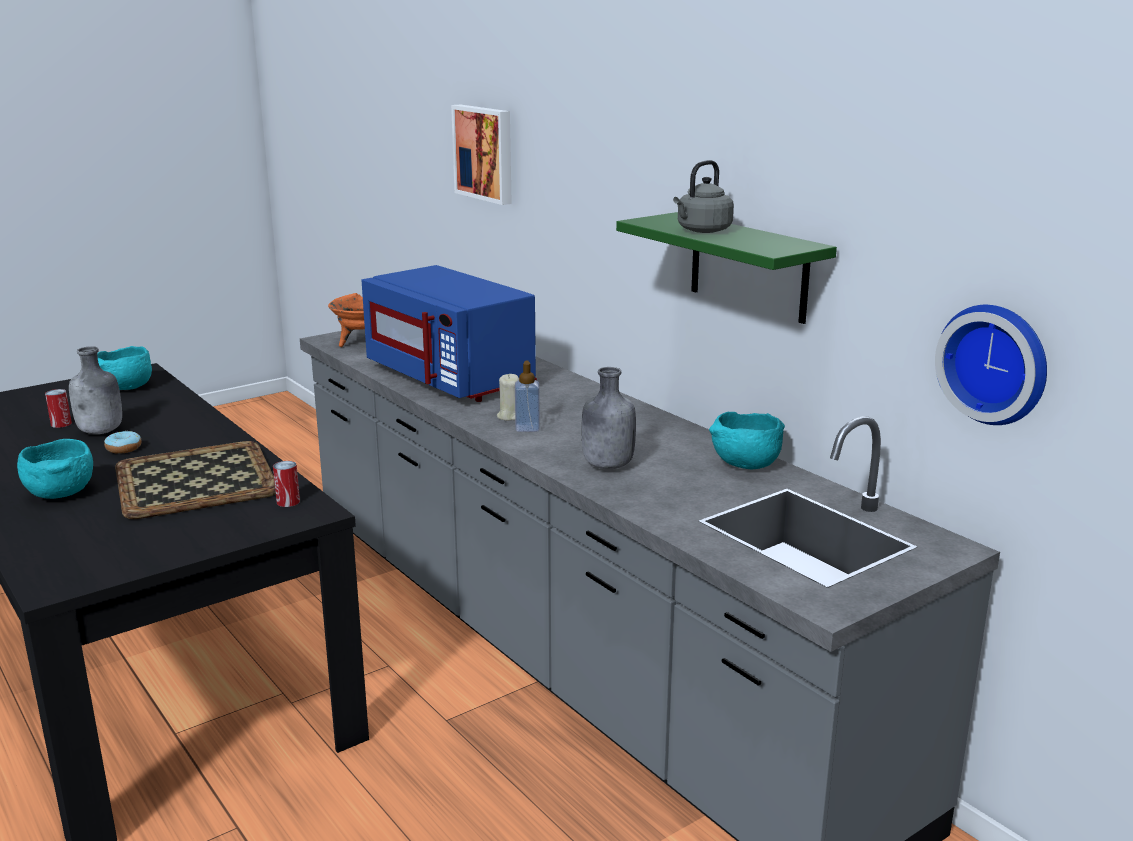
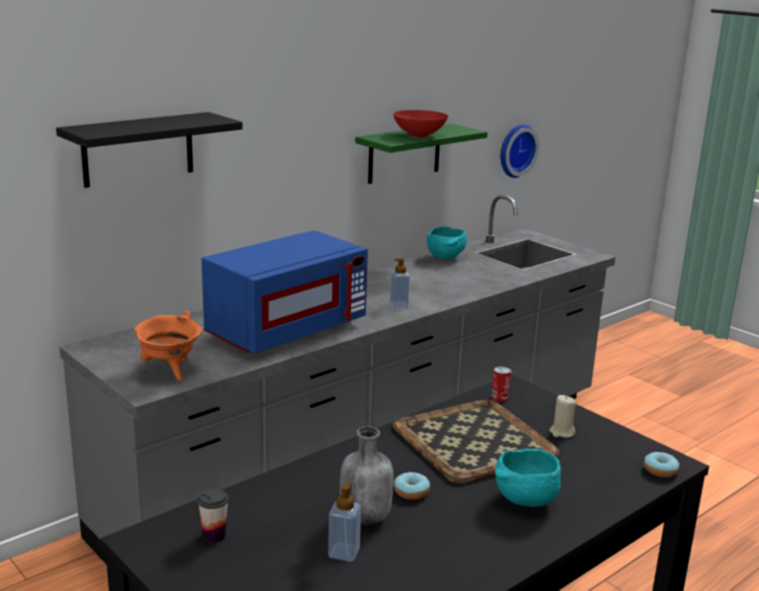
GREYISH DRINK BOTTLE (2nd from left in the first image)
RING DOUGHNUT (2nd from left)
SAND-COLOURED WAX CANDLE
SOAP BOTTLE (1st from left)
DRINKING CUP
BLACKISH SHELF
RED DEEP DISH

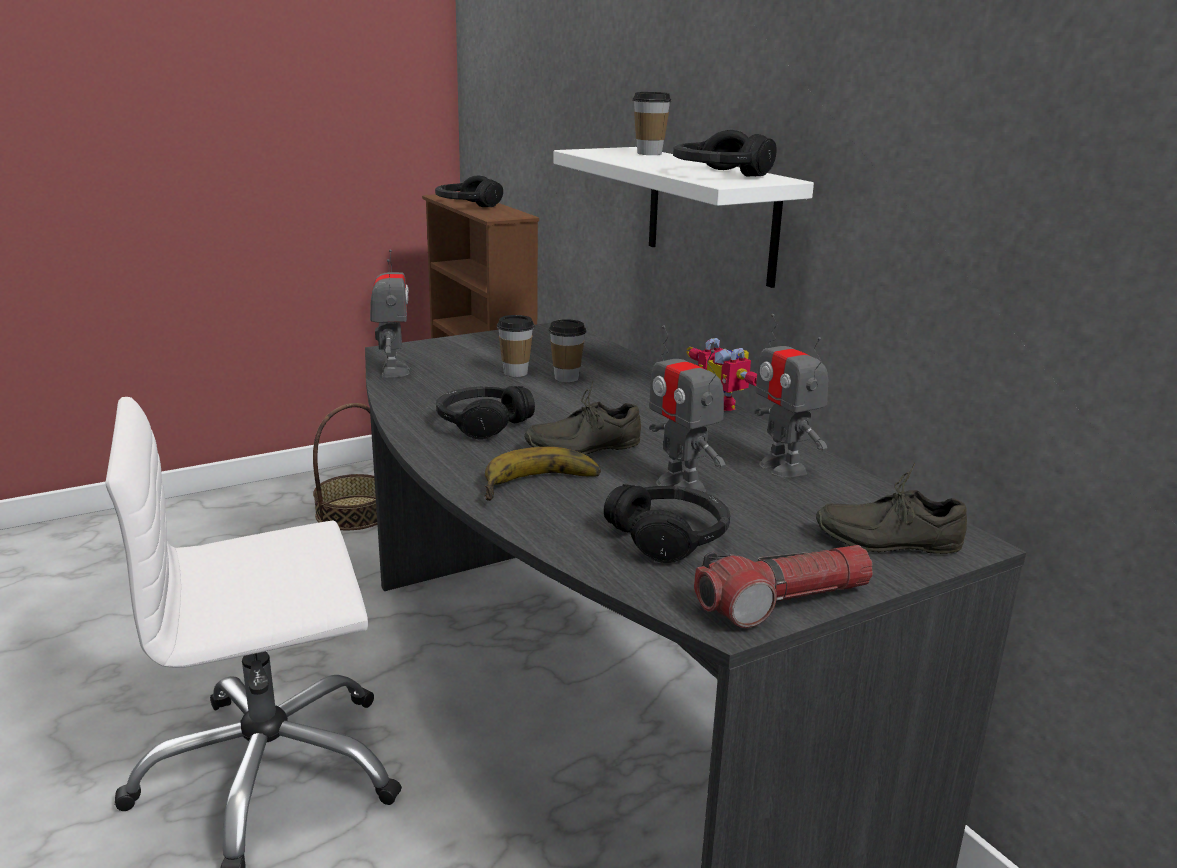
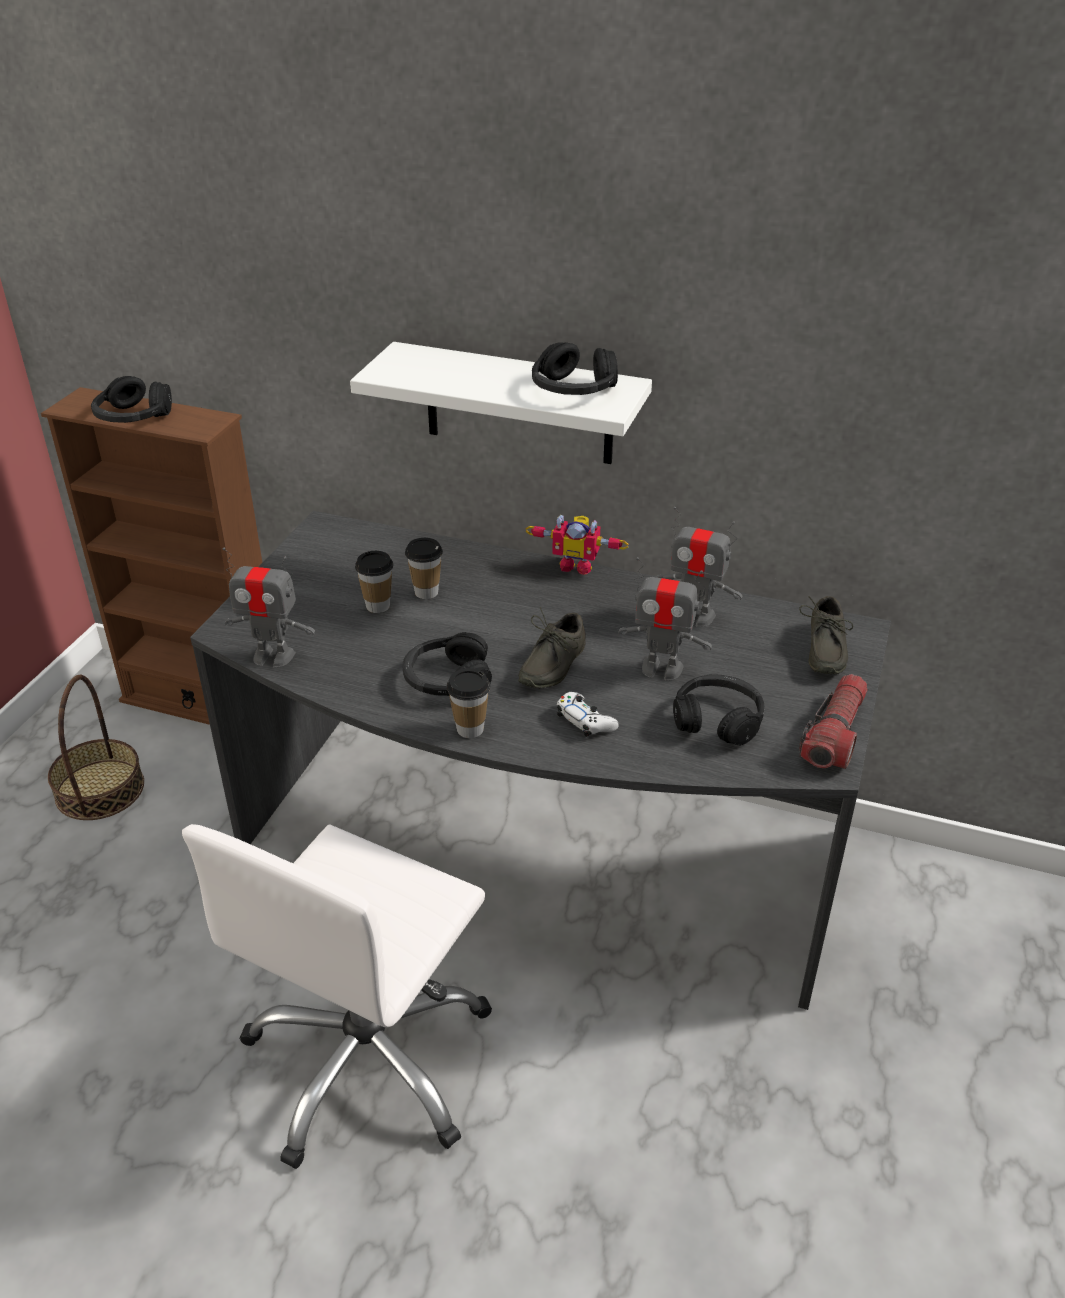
DRINKING CUP (3rd from left)
WHITISH GAME CONTROLLER
TOY ROBOT (1st from left)
GREYISH ITEM OF FOOTWEAR (2nd from left)

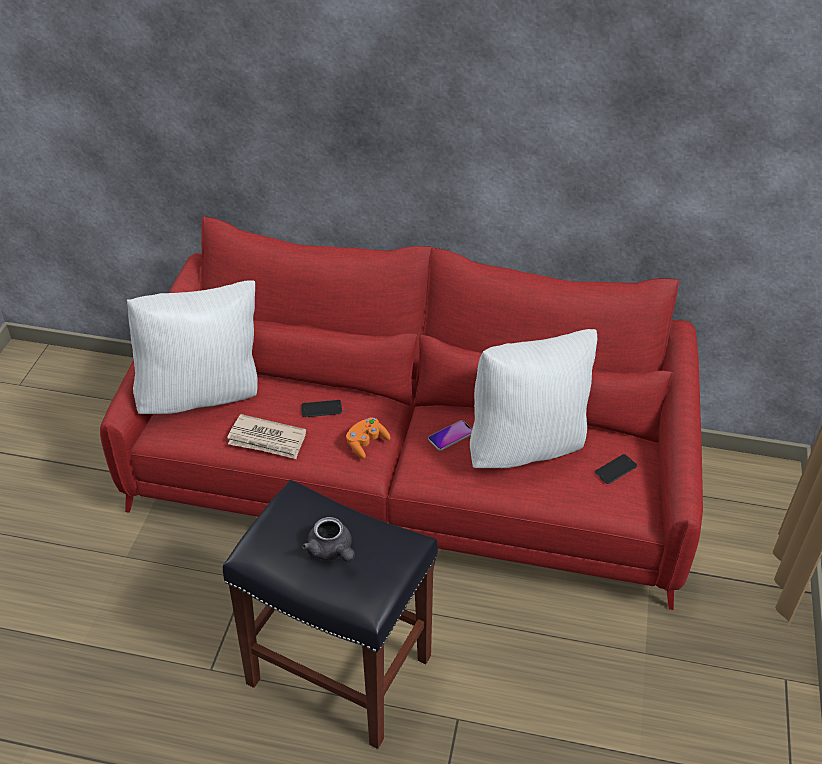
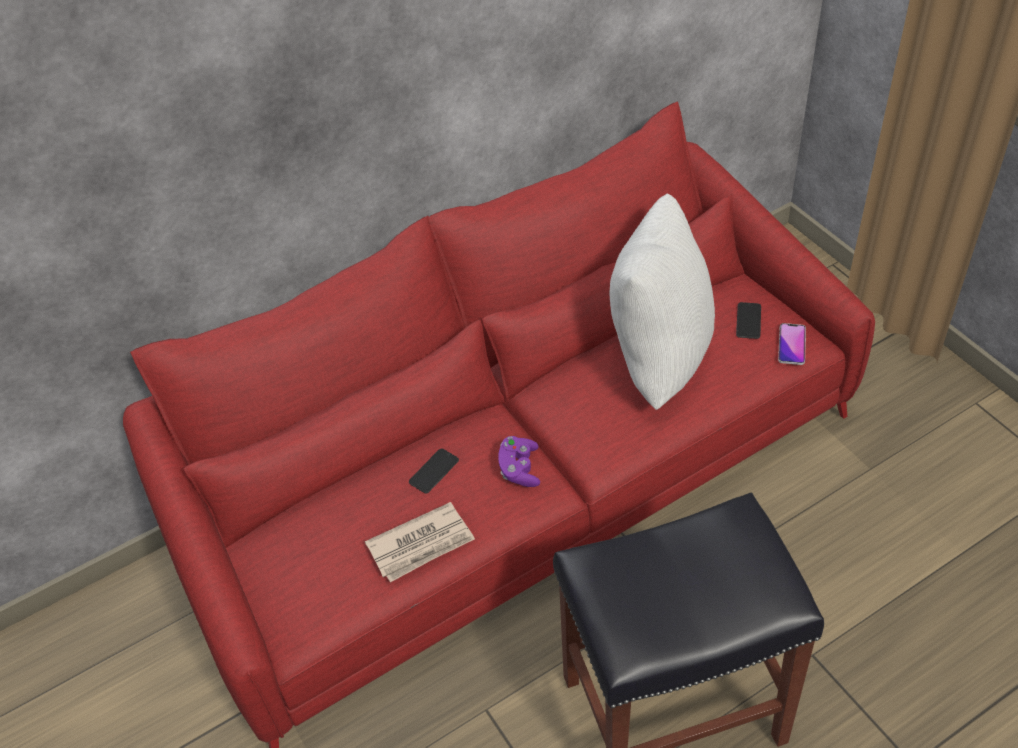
WHITISH CUSHION (1st from left in the first image)
GREYISH POT FOR TEA
HANDSET (3rd from left)
PURPLISH GAME CONTROLLER

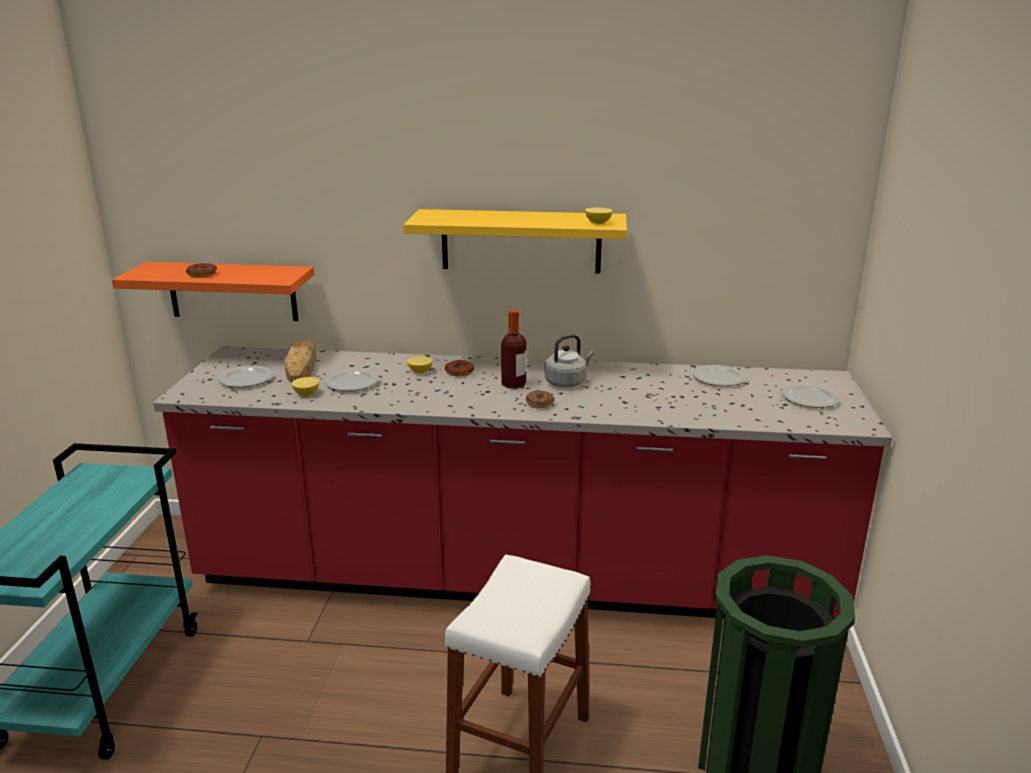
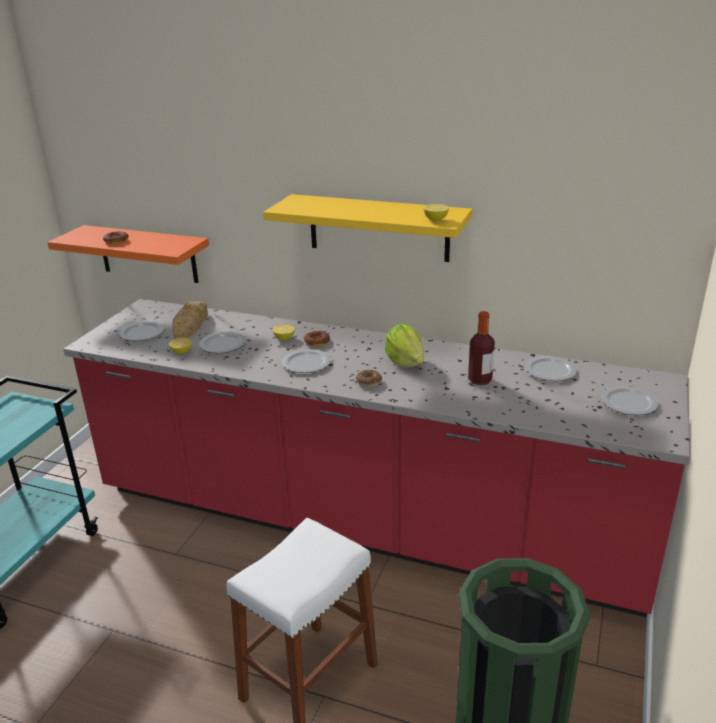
PLATE (3rd from left)
DRINK BOTTLE
HEAD OF LETTUCE

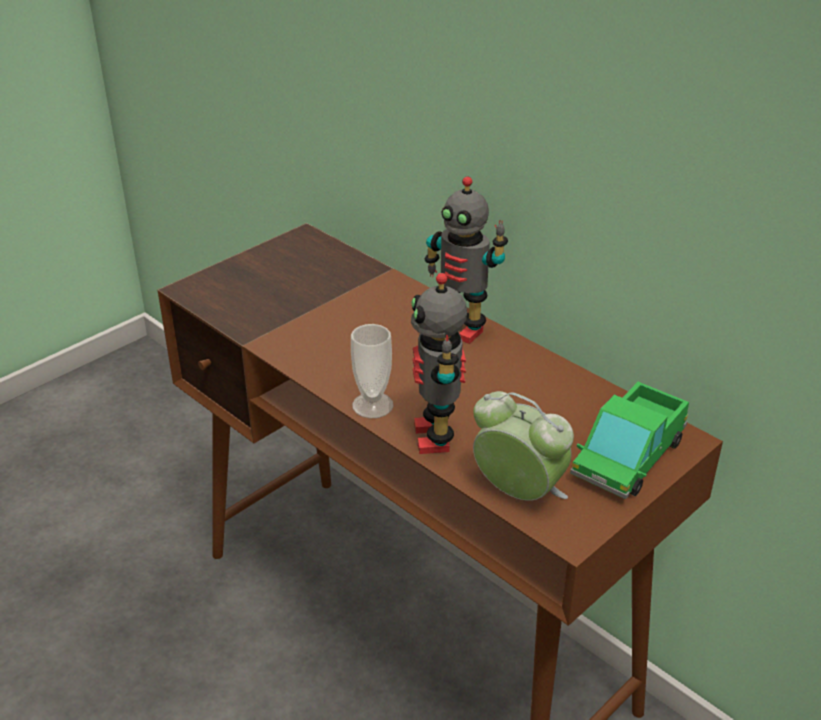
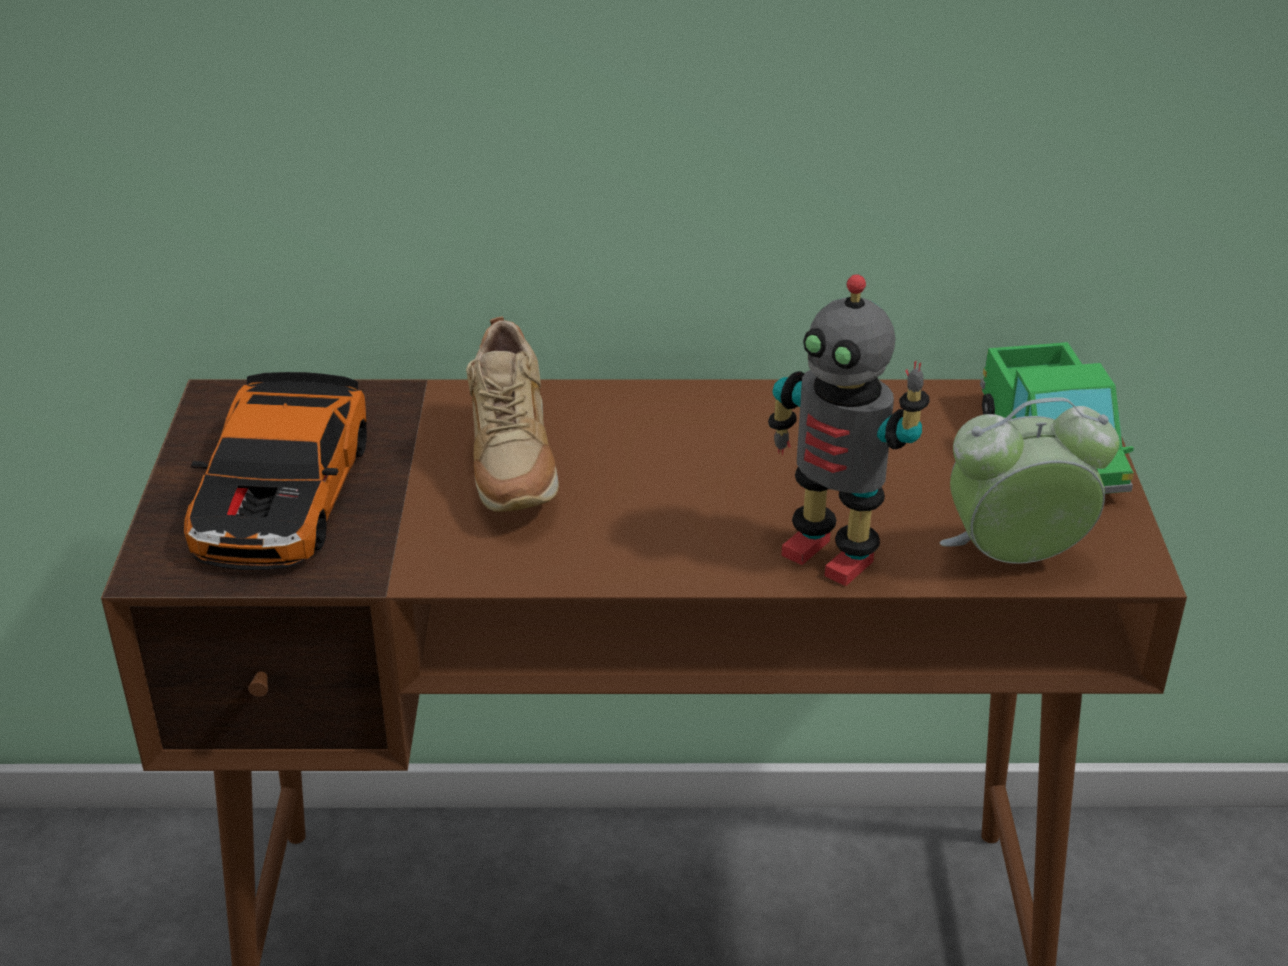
DRINKING CUP
TOY ROBOT (2nd from left in the first image)
MODEL CAR
SAND-COLOURED ITEM OF FOOTWEAR

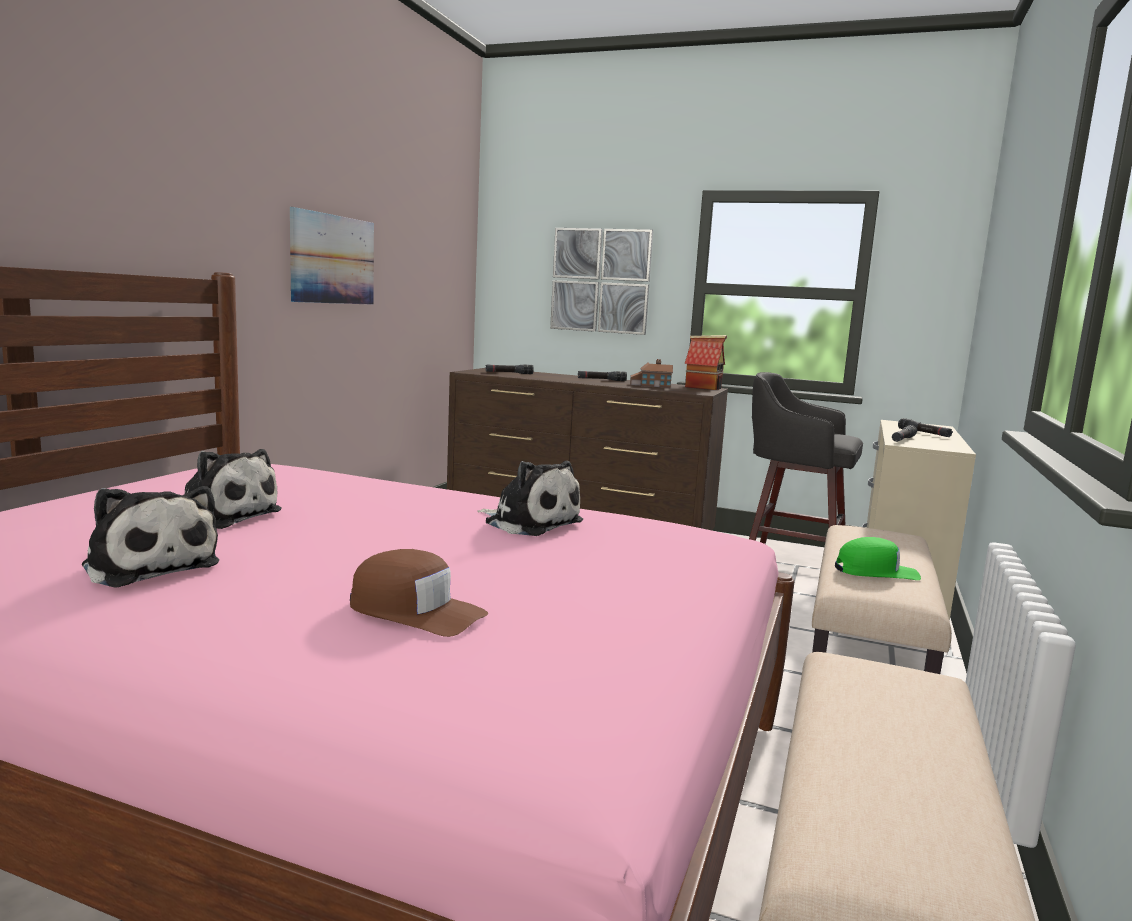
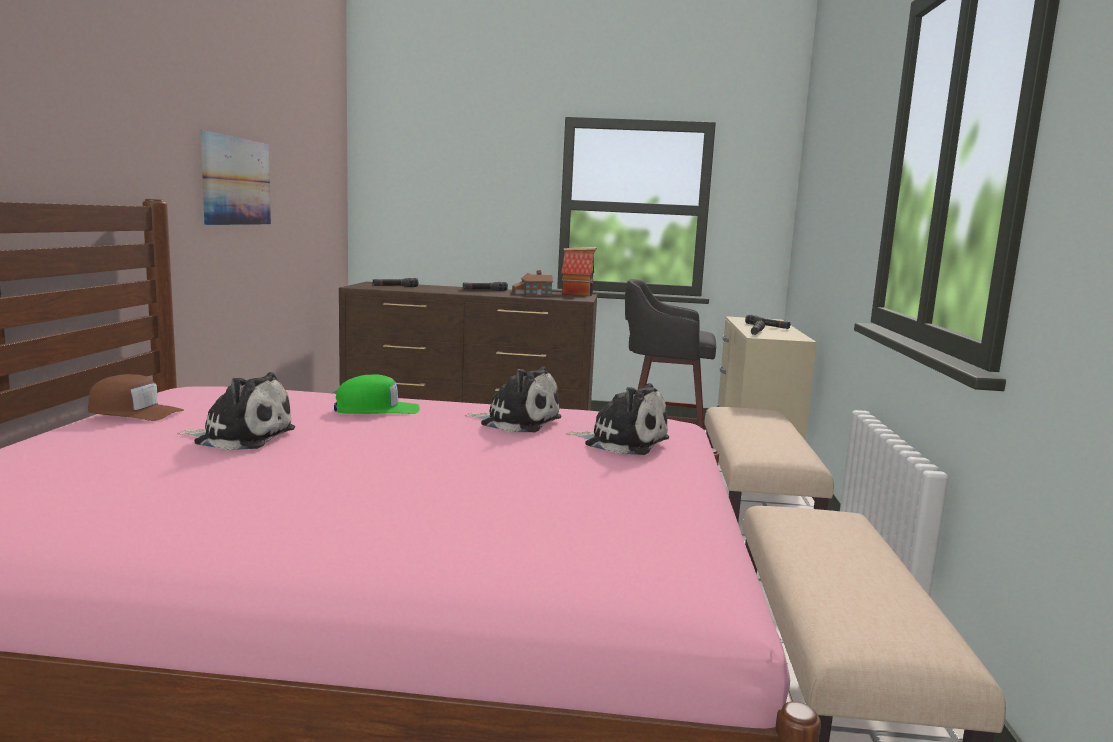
WALL PICTURE (2nd from left in the first image)
PLUSH TOY (3rd from left)
BROWN CAP
GREEN-COLOURED CAP

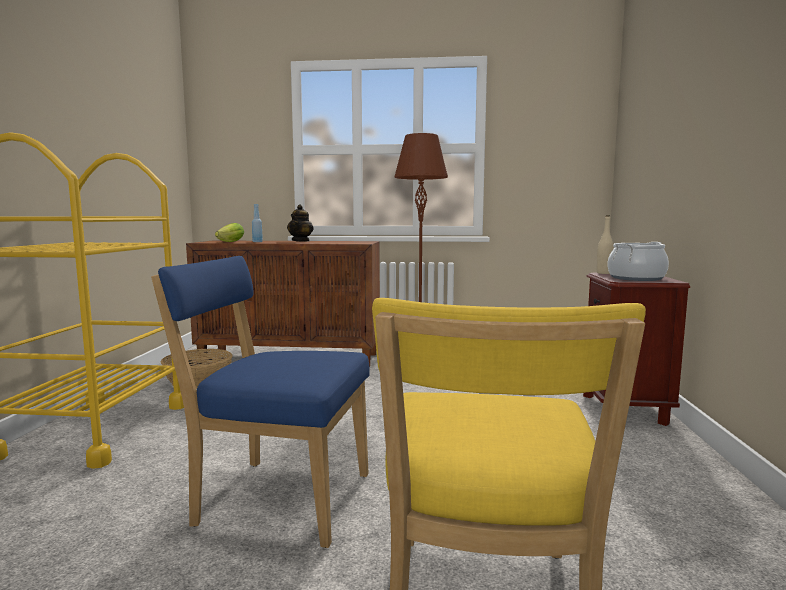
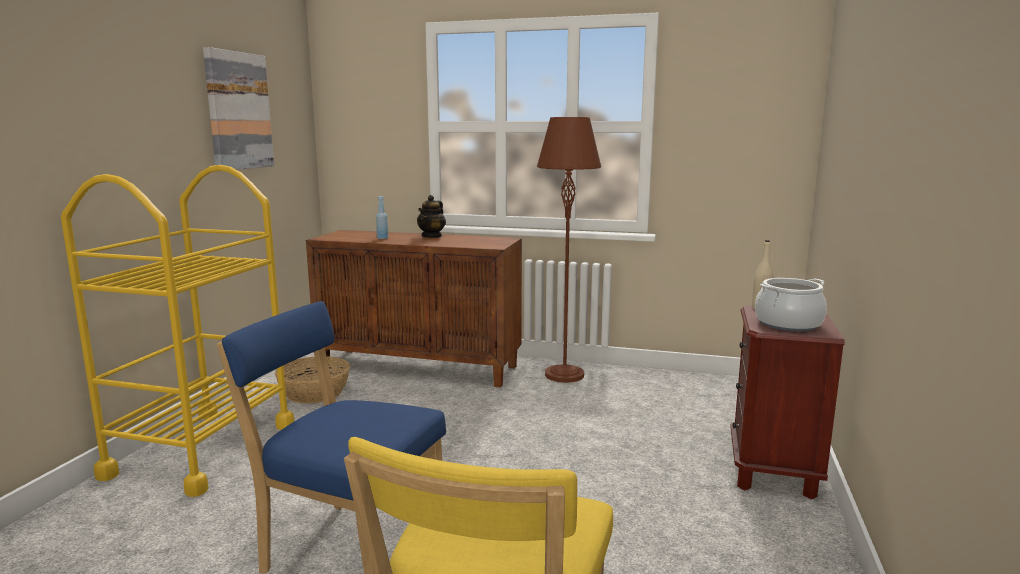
HEAD OF LETTUCE
WALL PICTURE

